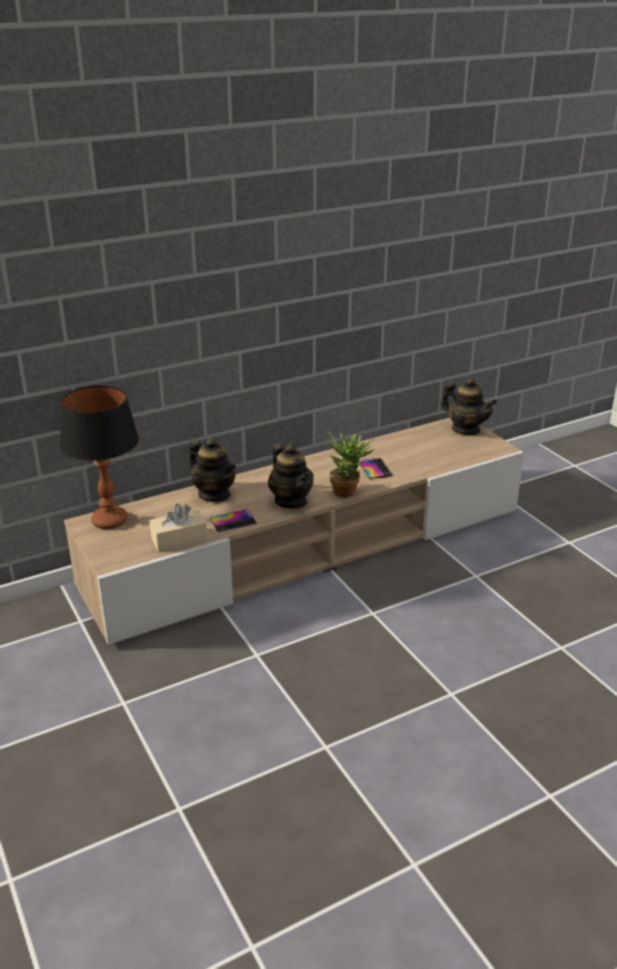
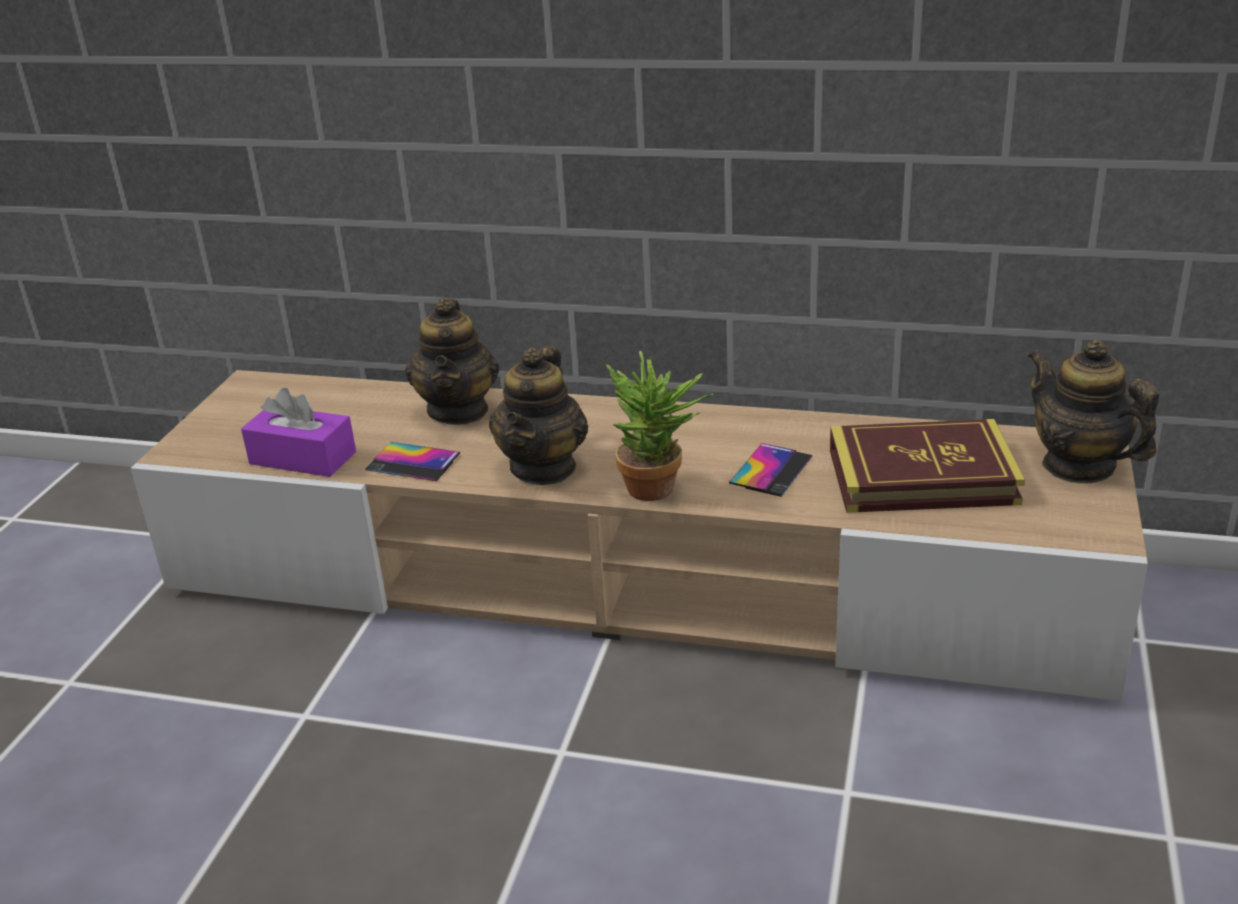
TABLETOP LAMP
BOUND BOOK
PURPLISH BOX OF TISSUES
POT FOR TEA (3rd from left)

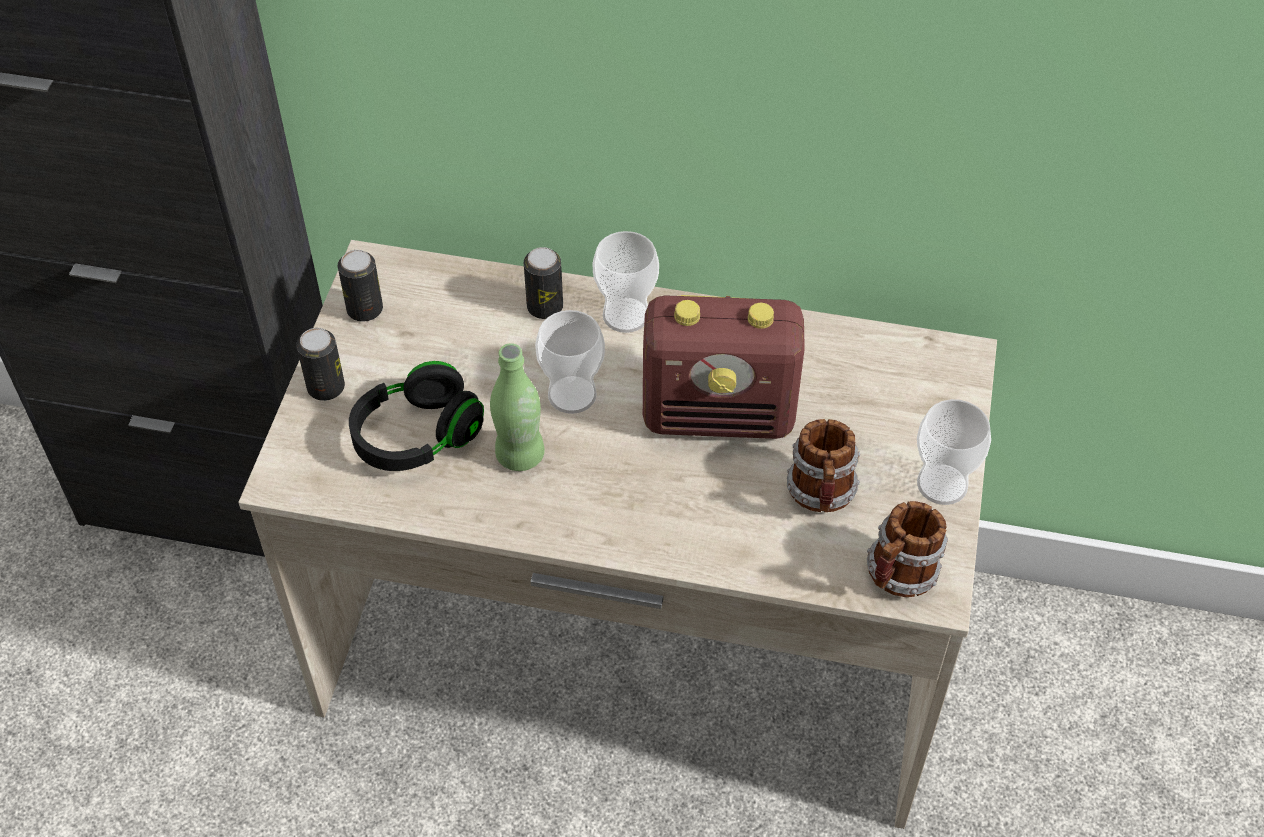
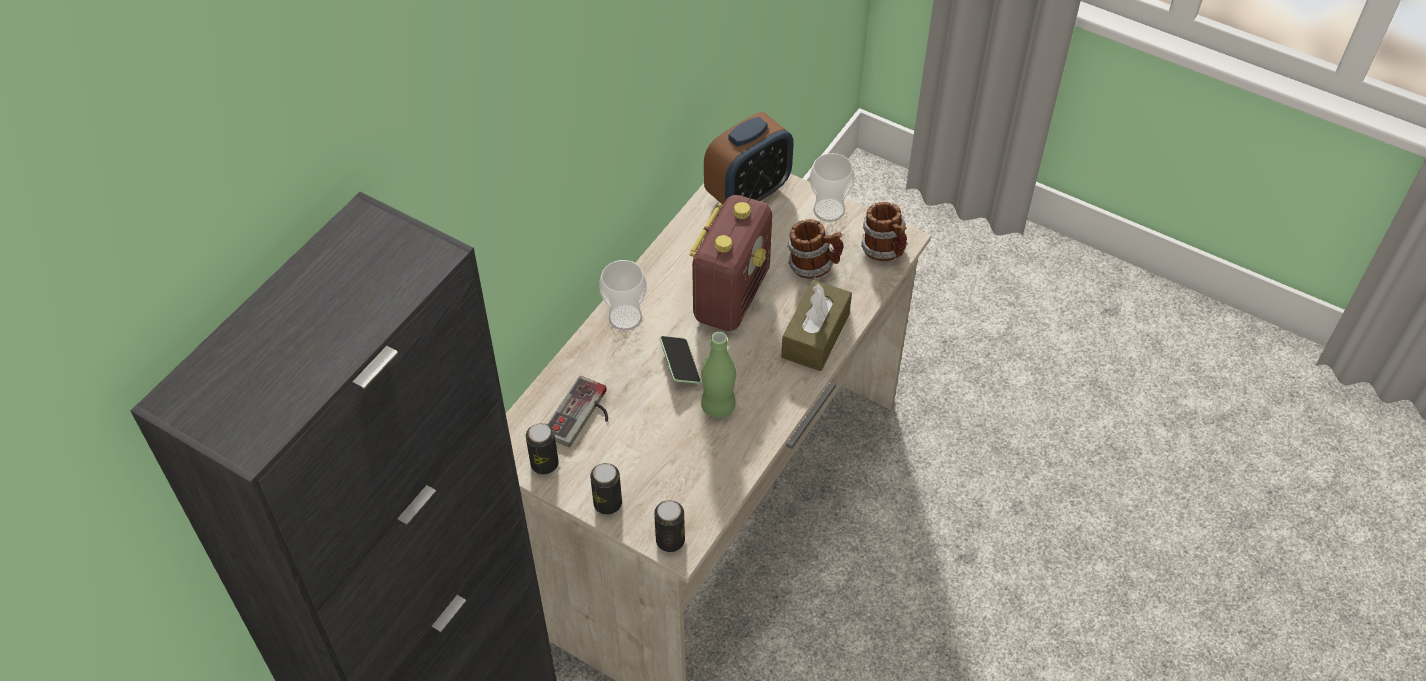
BLACKISH HEADPHONES
GAME CONTROLLER
ALARM CLOCK
BROWN BOX OF TISSUES
CAN (3rd from left)
HANDSET

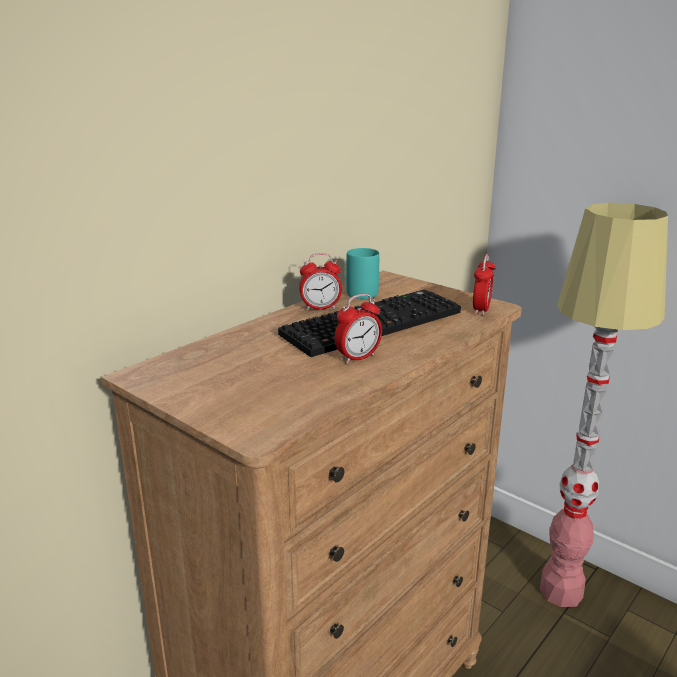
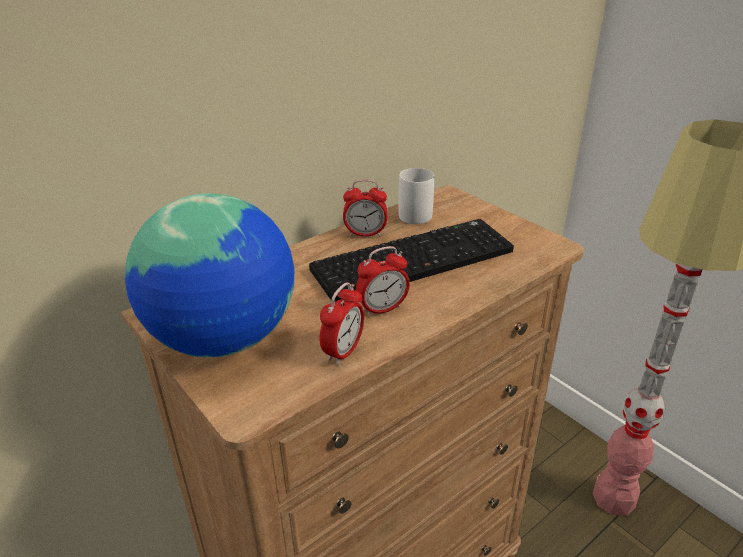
DESK GLOBE
ALARM CLOCK (1st from left)
WHITISH TEA MUG

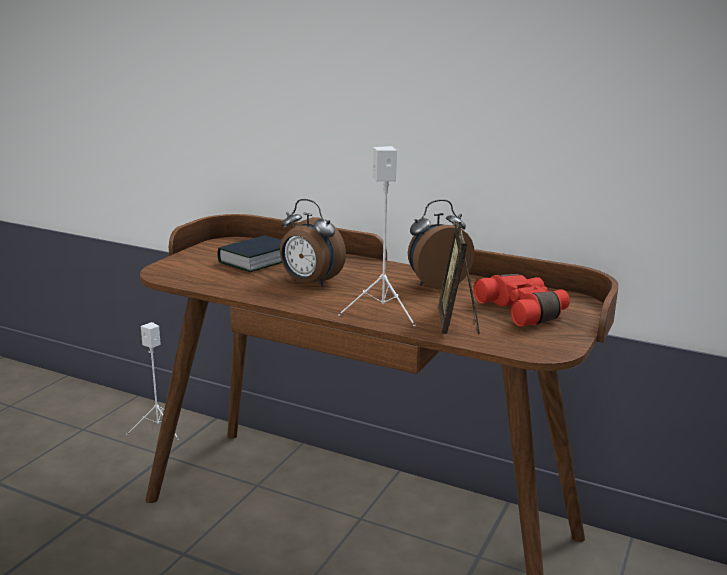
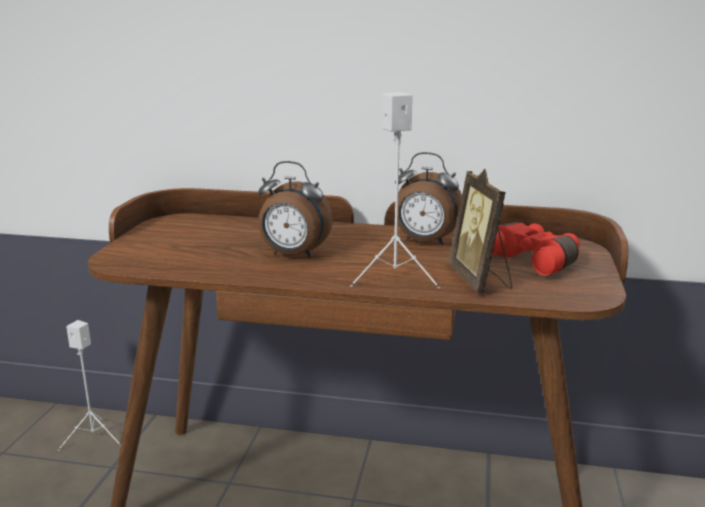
BOUND BOOK
ALARM CLOCK (2nd from left)

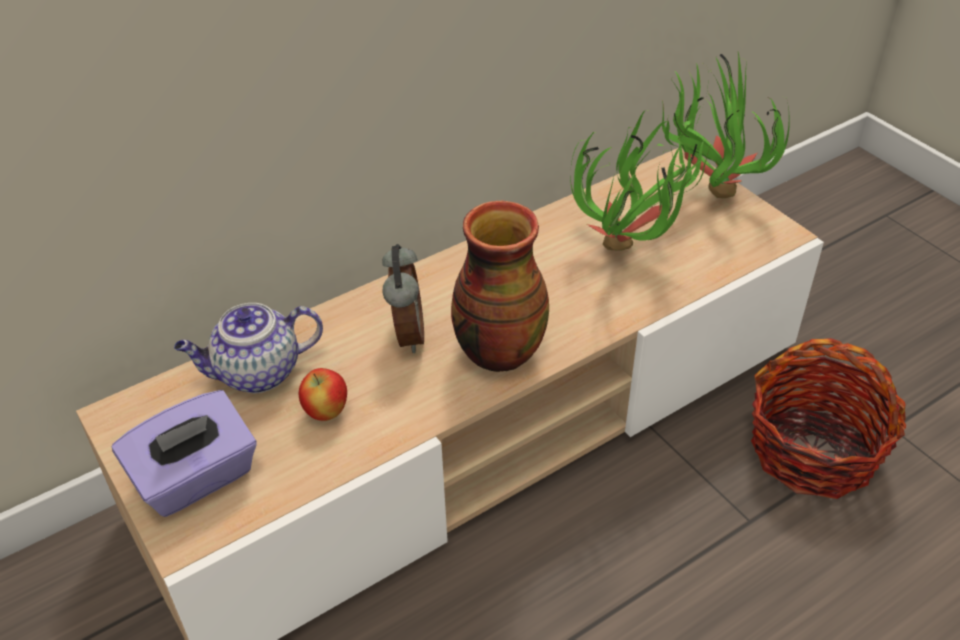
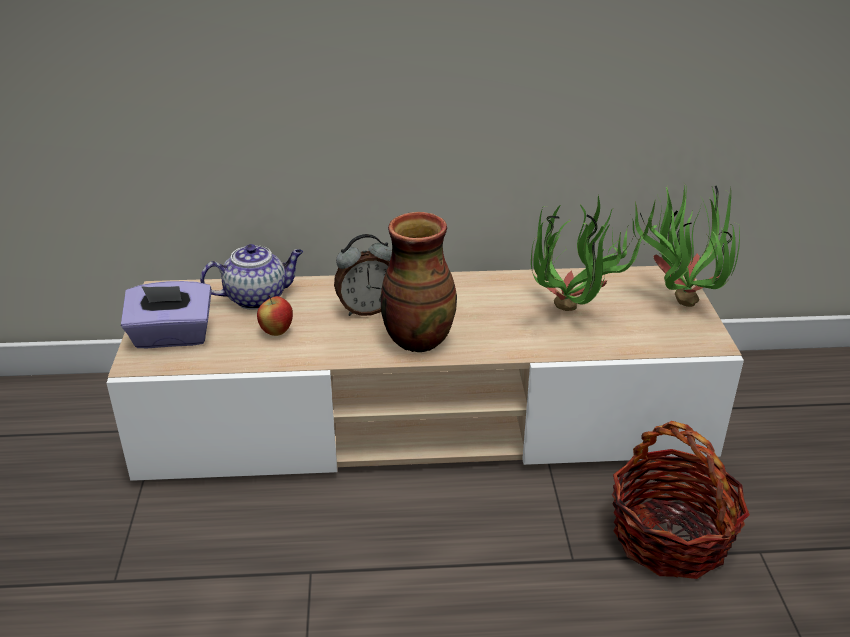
POT FOR TEA
ALARM CLOCK

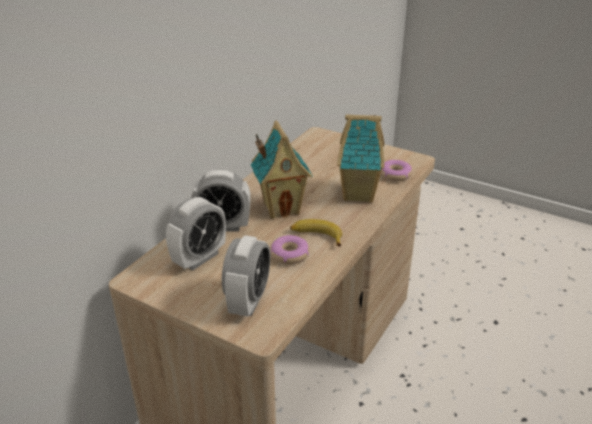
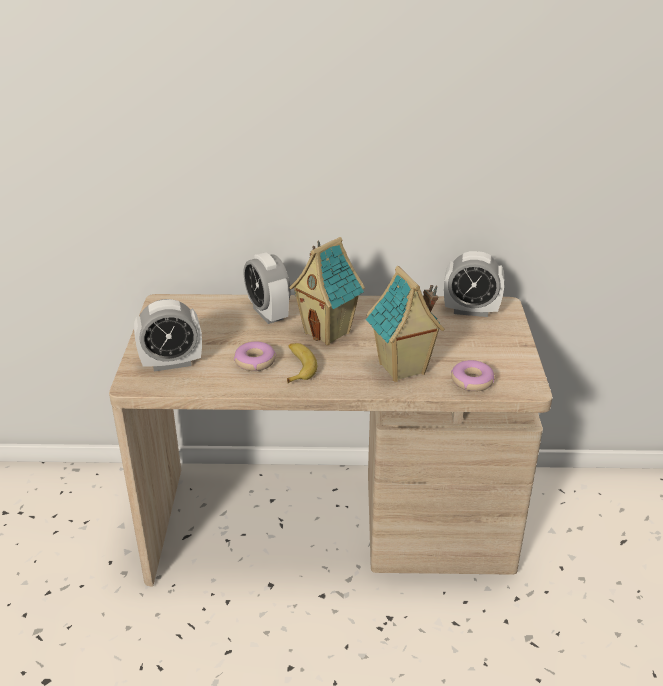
ALARM CLOCK (3rd from left)

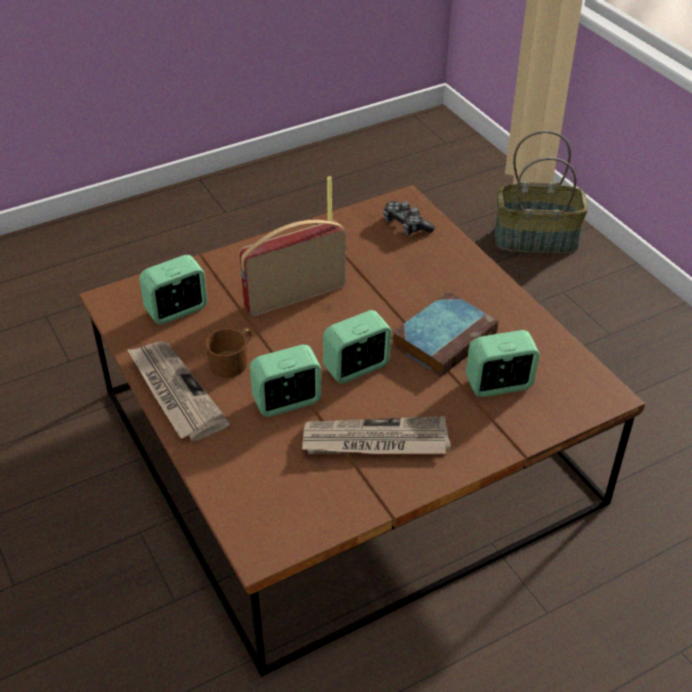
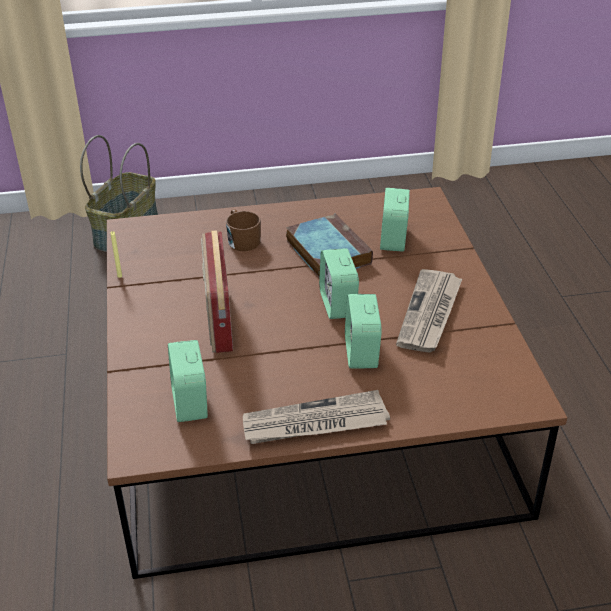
GAME CONTROLLER
BROWN TEA MUG

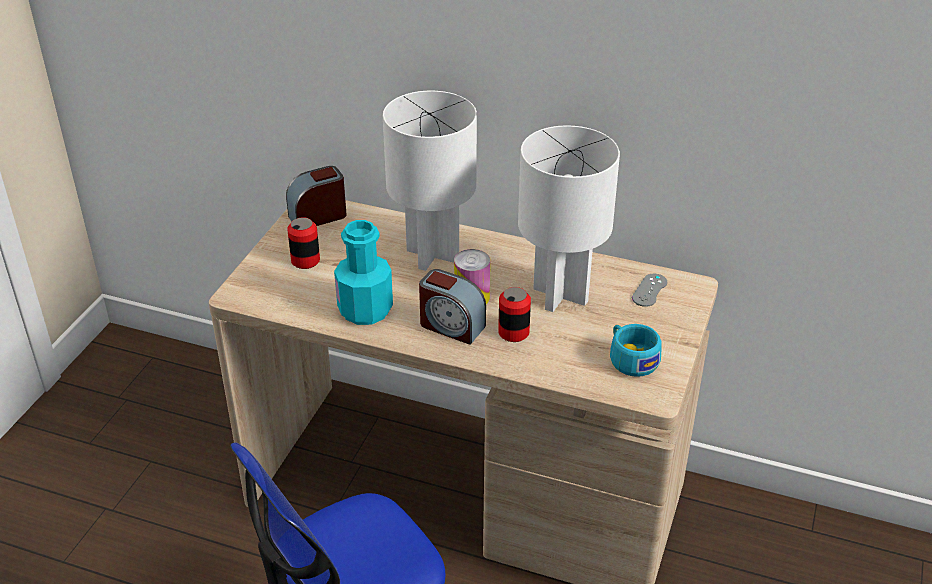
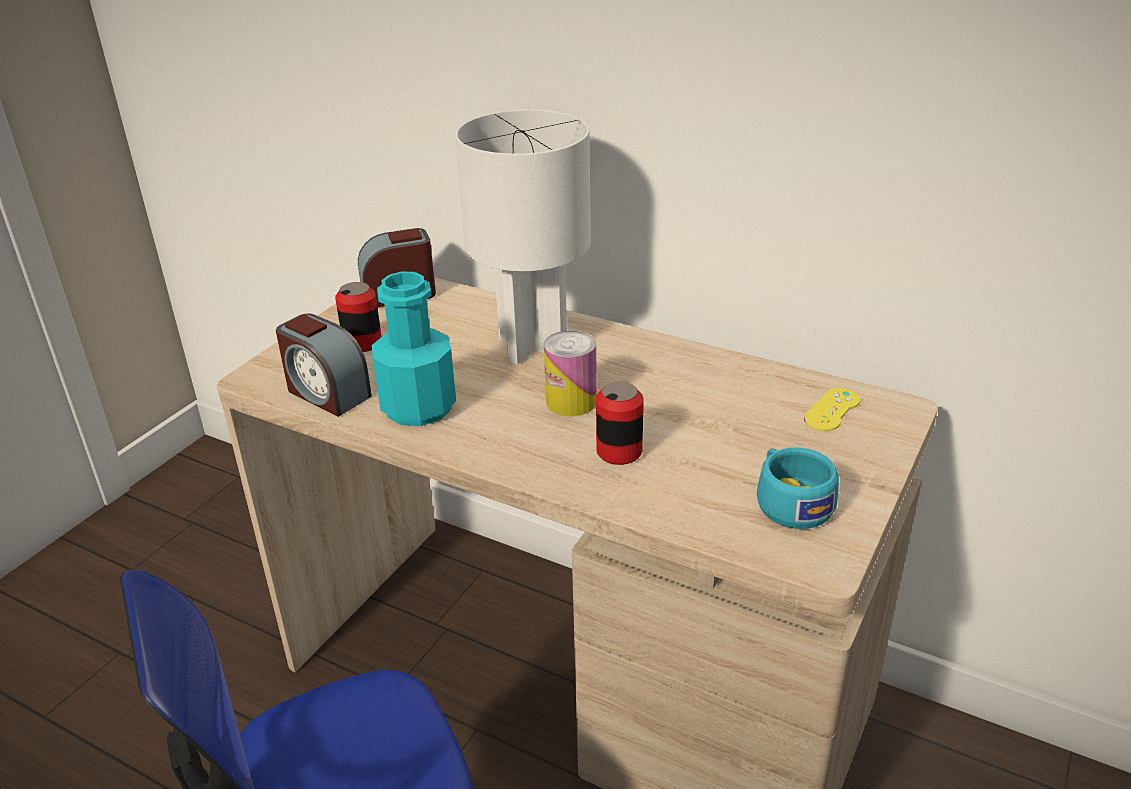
WHITISH TABLETOP LAMP (2nd from left in the first image)
ALARM CLOCK (1st from left)
YELLOW-COLOURED GAME CONTROLLER

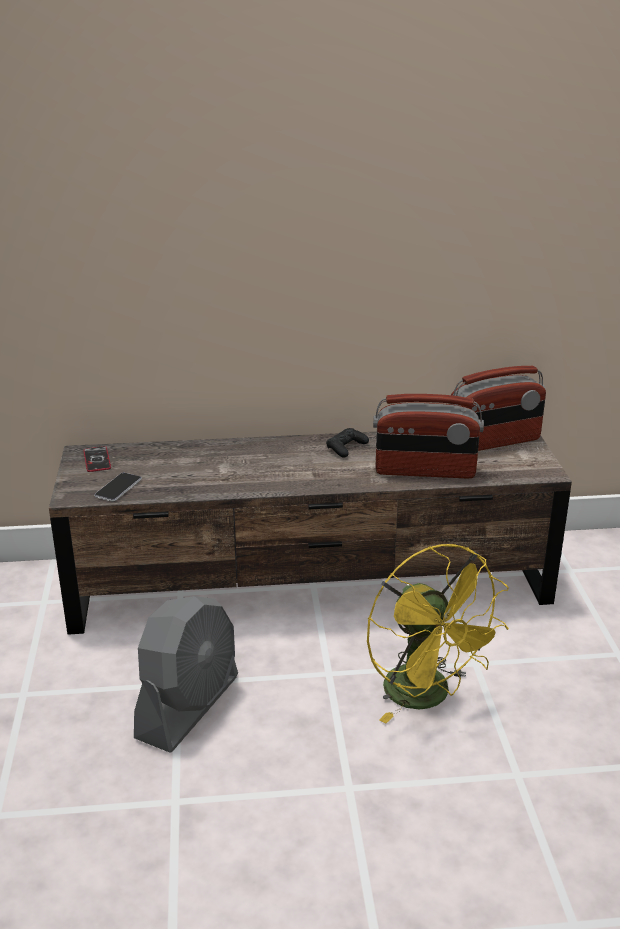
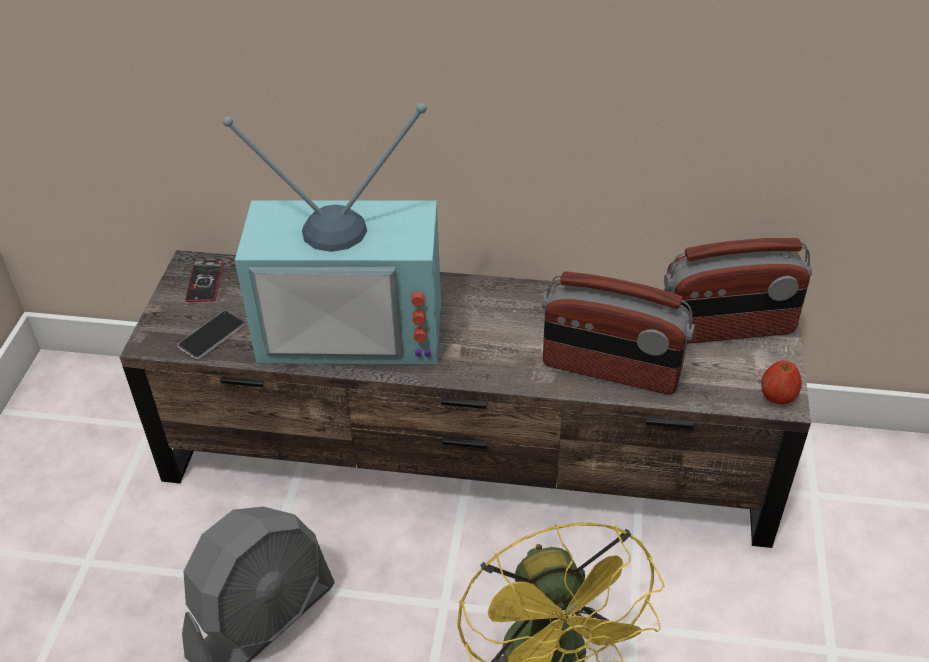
BLACKISH GAME CONTROLLER
TV SET
APPLE

